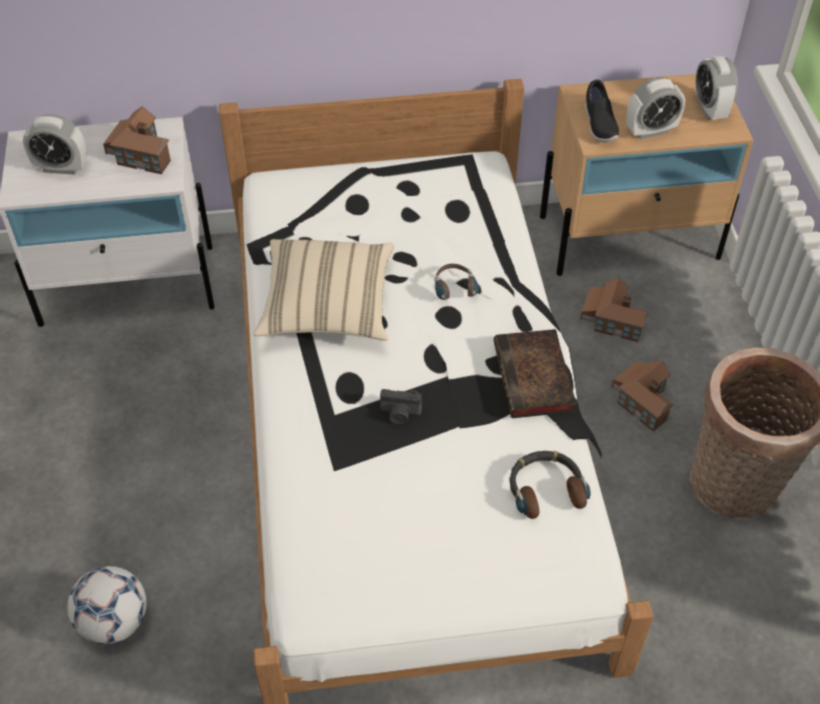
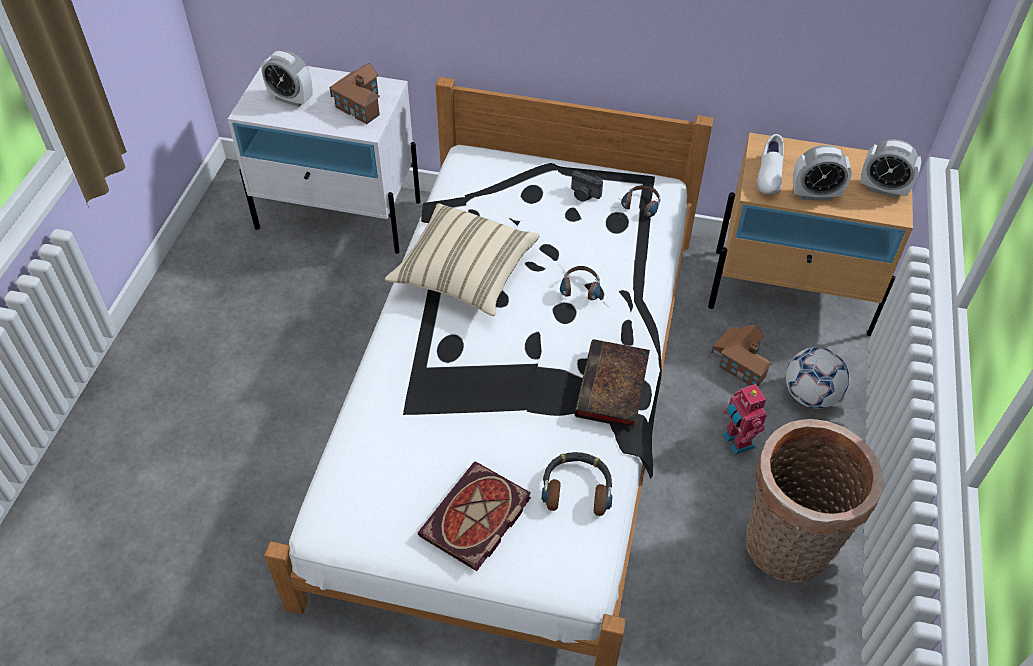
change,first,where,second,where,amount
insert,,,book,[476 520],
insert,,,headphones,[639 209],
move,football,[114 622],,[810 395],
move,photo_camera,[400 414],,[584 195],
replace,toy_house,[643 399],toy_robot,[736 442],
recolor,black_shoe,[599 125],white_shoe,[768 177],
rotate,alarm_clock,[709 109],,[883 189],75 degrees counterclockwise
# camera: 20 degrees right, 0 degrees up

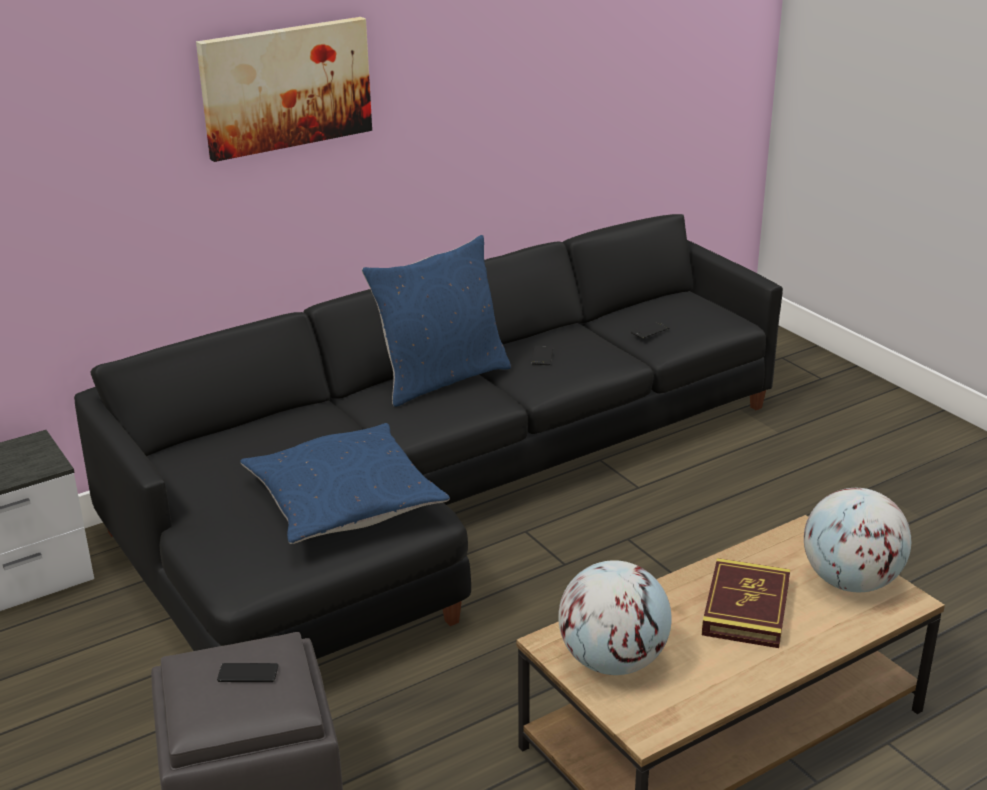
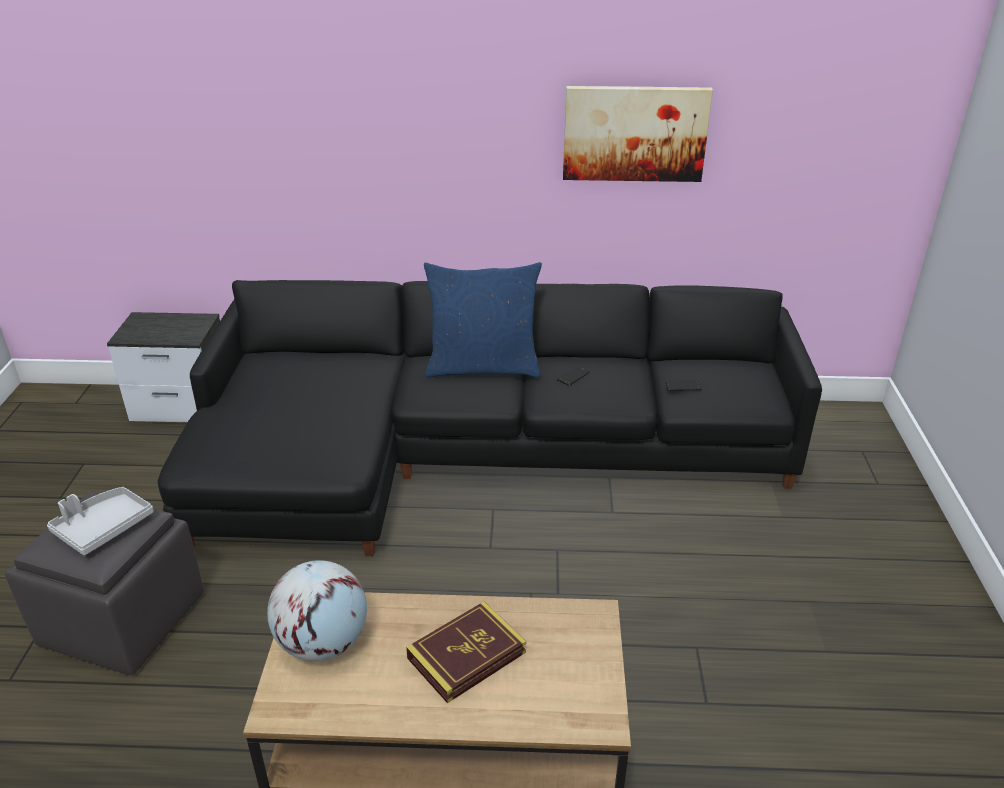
change,first,where,second,where,amount
delete,blue_pillow,[344 501],,,
delete,globe,[850 582],,,
move,picture,[286 87],,[634 133],
replace,phone,[248 673],grey_tray,[103 528],
# camera: 35 degrees right, 5 degrees up

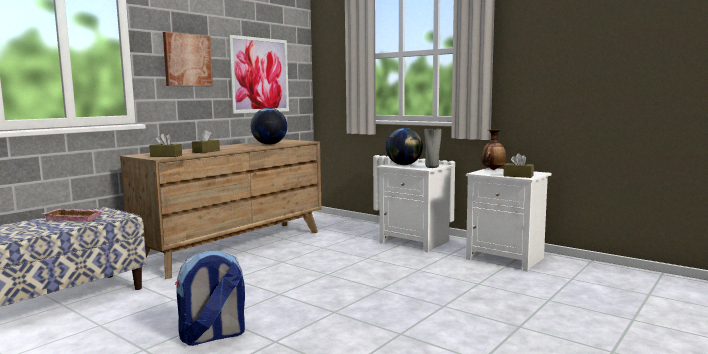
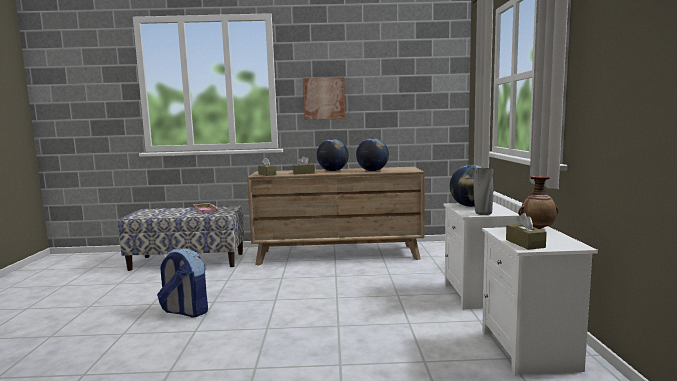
change,first,where,second,where,amount
delete,picture,[259 75],,,
insert,,,globe,[333 171],
# camera: 50 degrees right, 0 degrees up

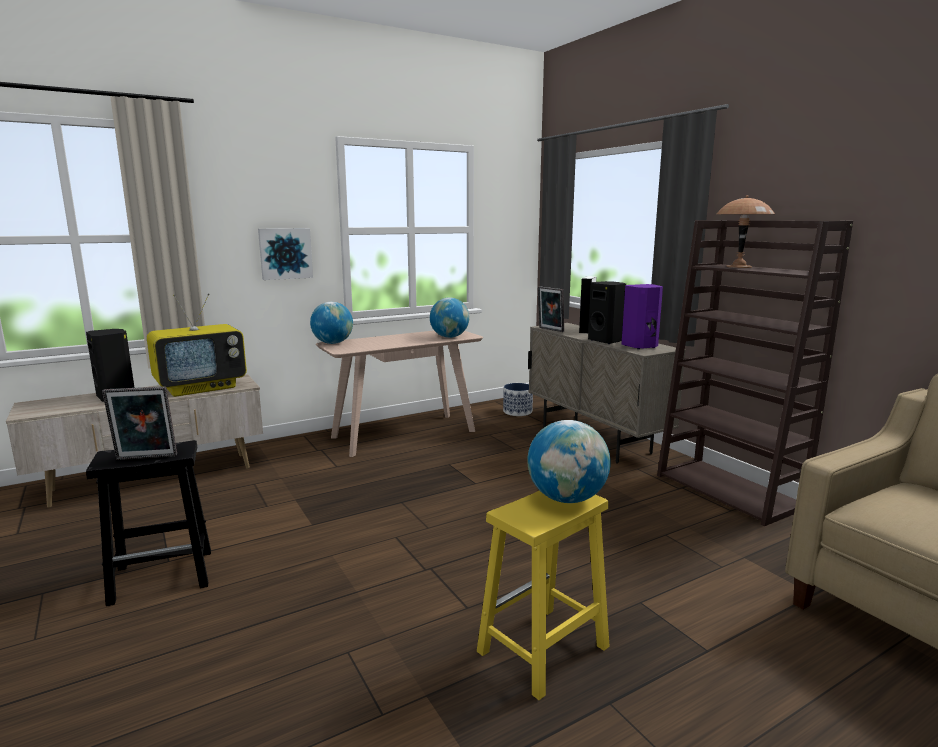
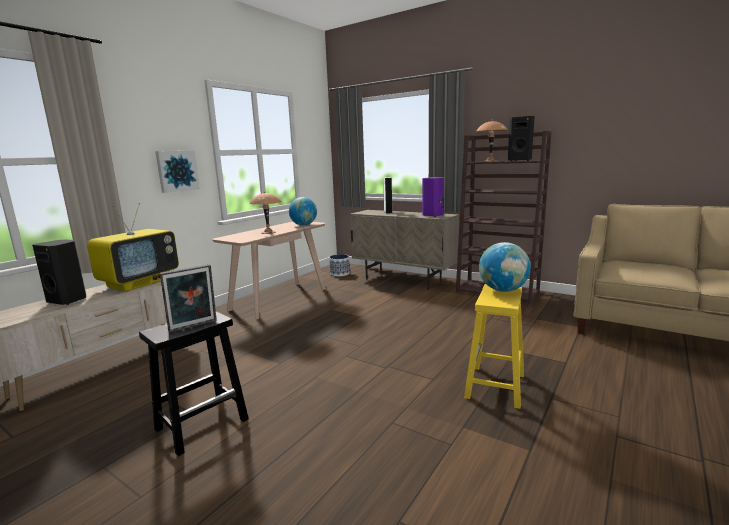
change,first,where,second,where,amount
delete,globe,[332 343],,,
delete,picture_frame,[550 330],,,
insert,,,brown_table_lamp,[268 232],
move,black_speaker,[606 341],,[520 160],
# camera: 25 degrees left, 0 degrees up

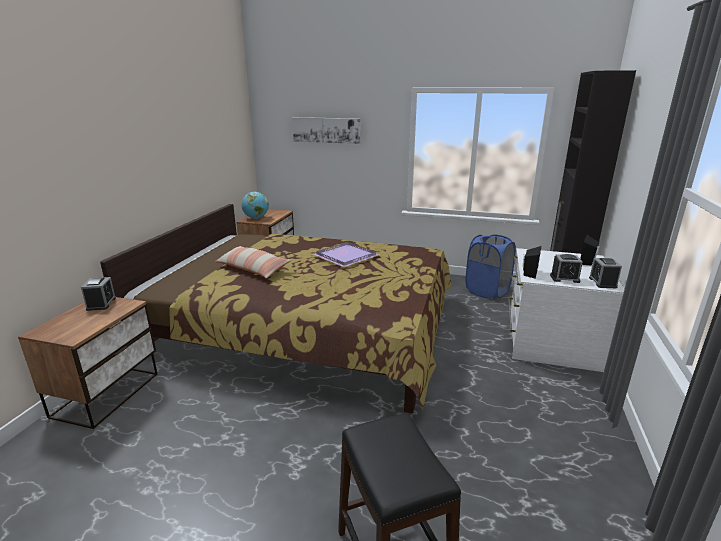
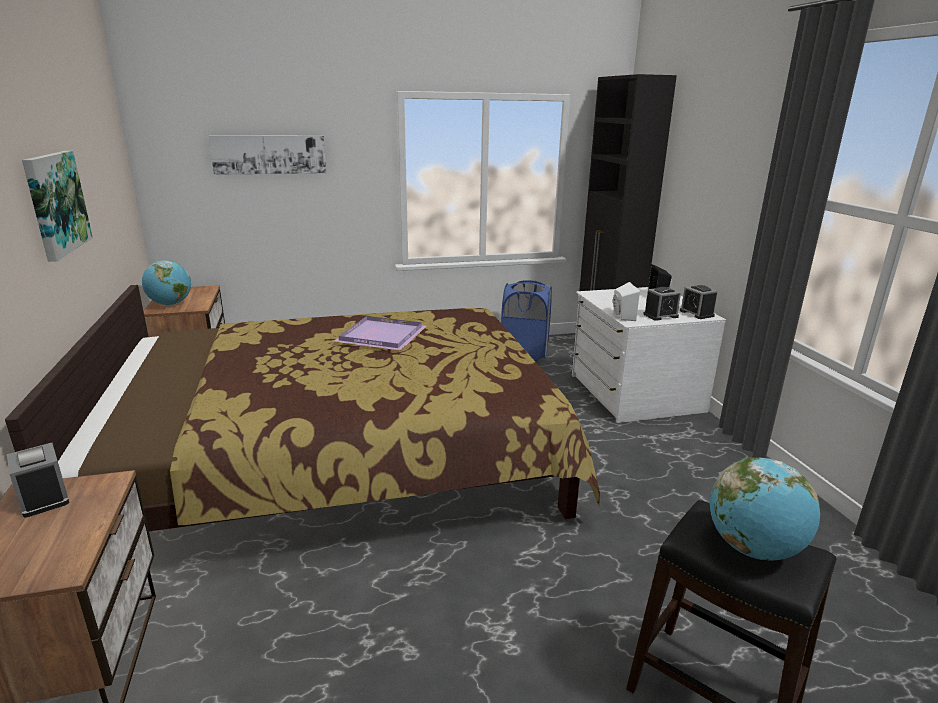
change,first,where,second,where,amount
delete,pillow,[253 269],,,
insert,,,picture,[55 203],
insert,,,globe,[753 549],
recolor,black_speaker,[528 273],white_speaker,[622 316],
# camera: 30 degrees left, 0 degrees up

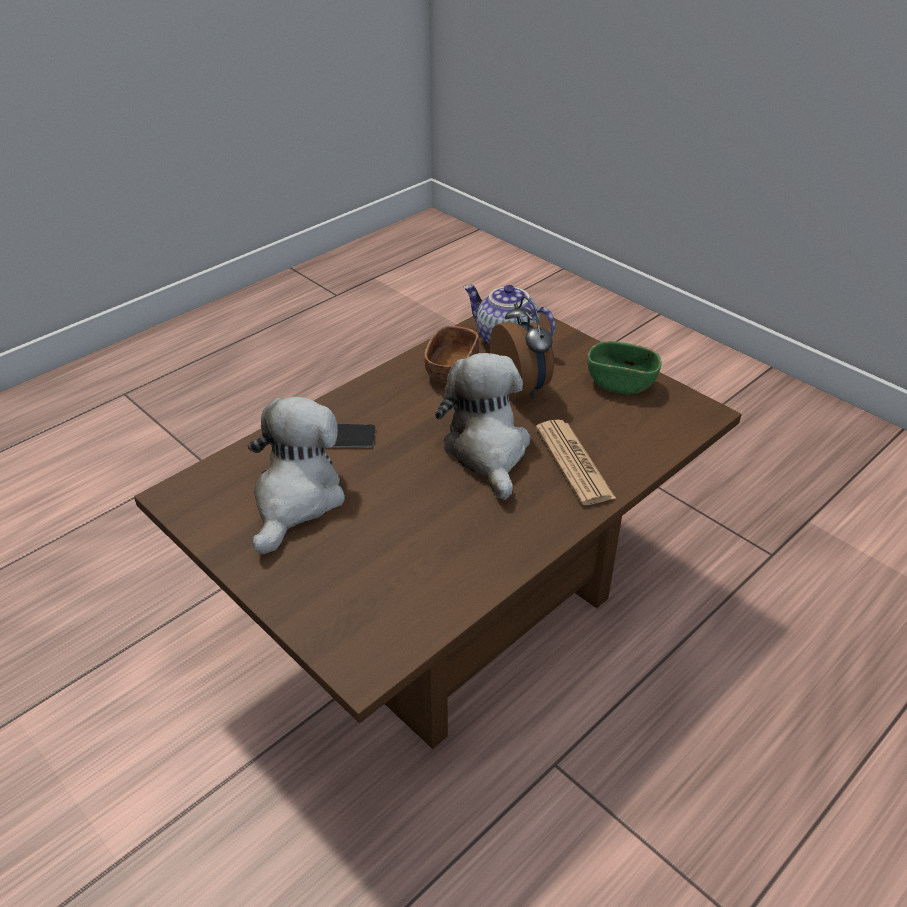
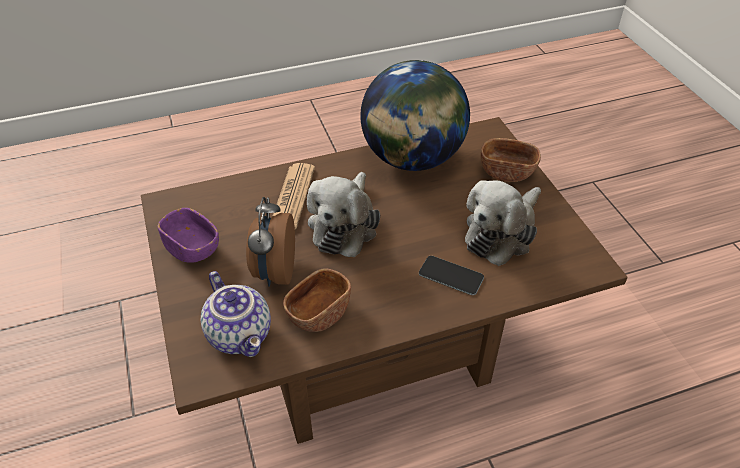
change,first,where,second,where,amount
insert,,,globe,[412 158],
insert,,,brown_bowl,[507 172],
recolor,green_bowl,[620 383],purple_bowl,[193 248],
# camera: 155 degrees left, 5 degrees up

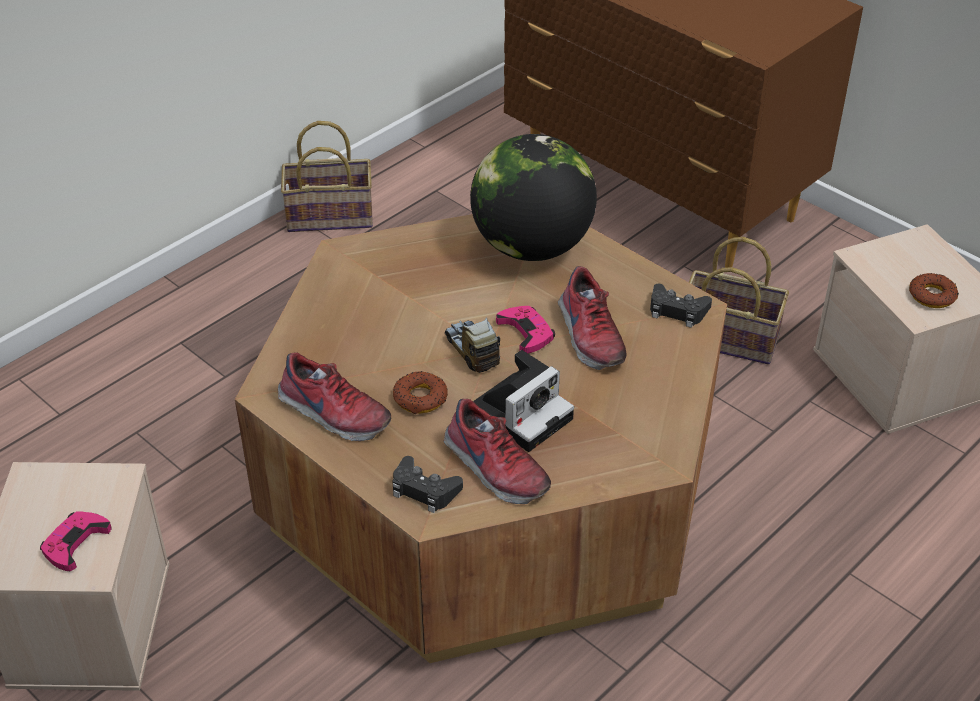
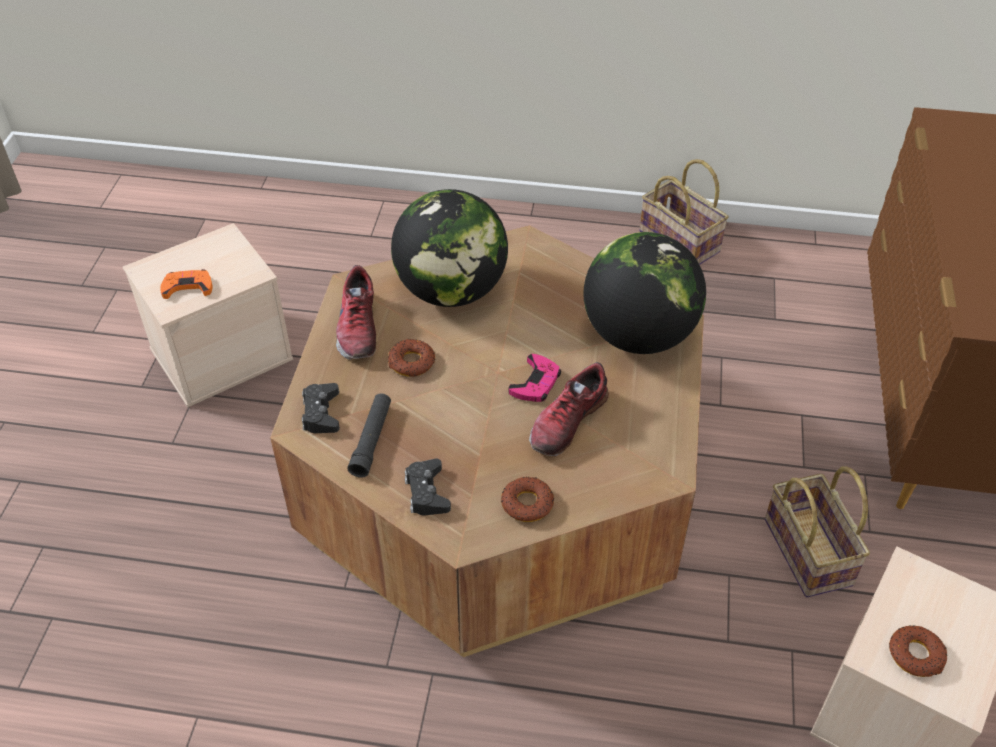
change,first,where,second,where,amount
delete,toy_truck,[472 352],,,
delete,photo_camera,[523 412],,,
insert,,,globe,[451 291],
insert,,,donut,[527 503],
move,black_game_controller,[677 311],,[427 492],
replace,shoe,[493 469],black_flashlight,[371 440],
recolor,pink_game_controller,[75 543],orange_game_controller,[188 287],
# camera: 55 degrees right, 5 degrees up

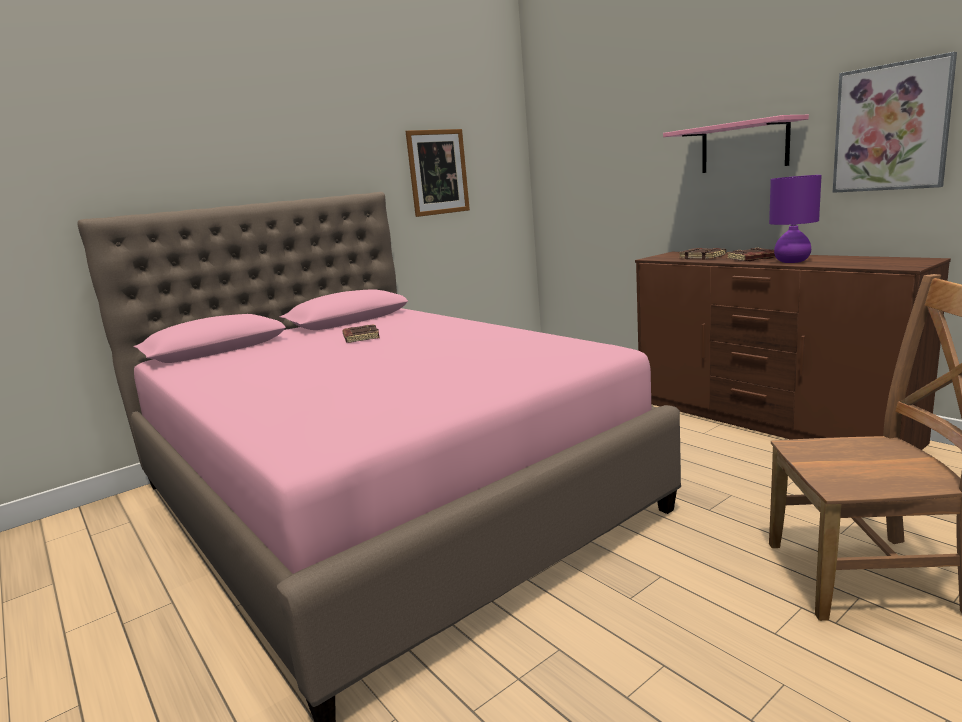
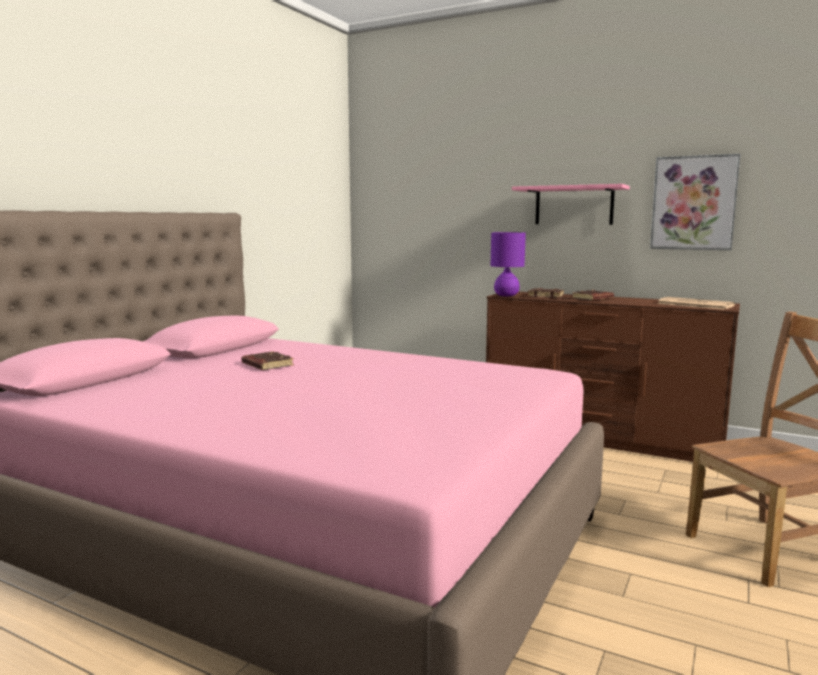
change,first,where,second,where,amount
delete,picture,[438 172],,,
insert,,,newspaper,[694 304],
move,purple_table_lamp,[792 261],,[506 295],
# camera: 25 degrees left, 5 degrees down

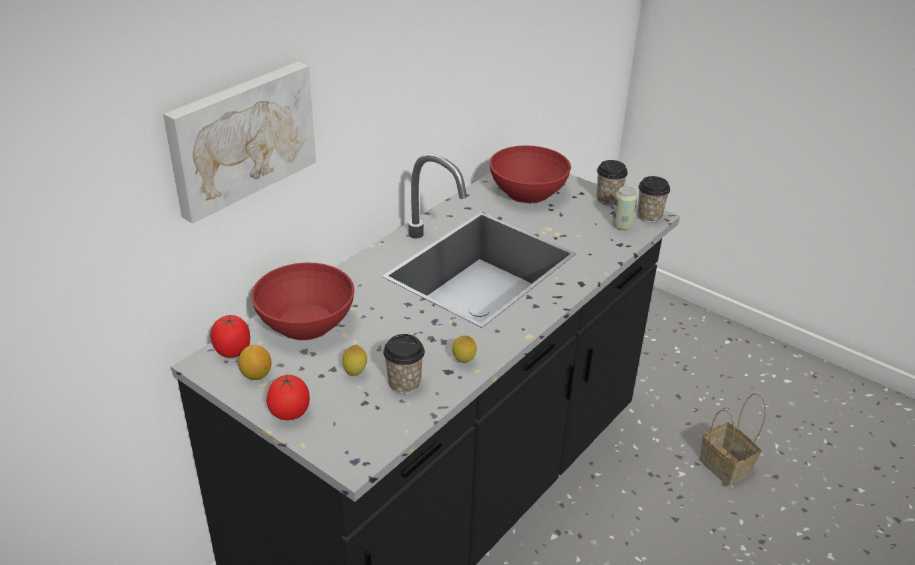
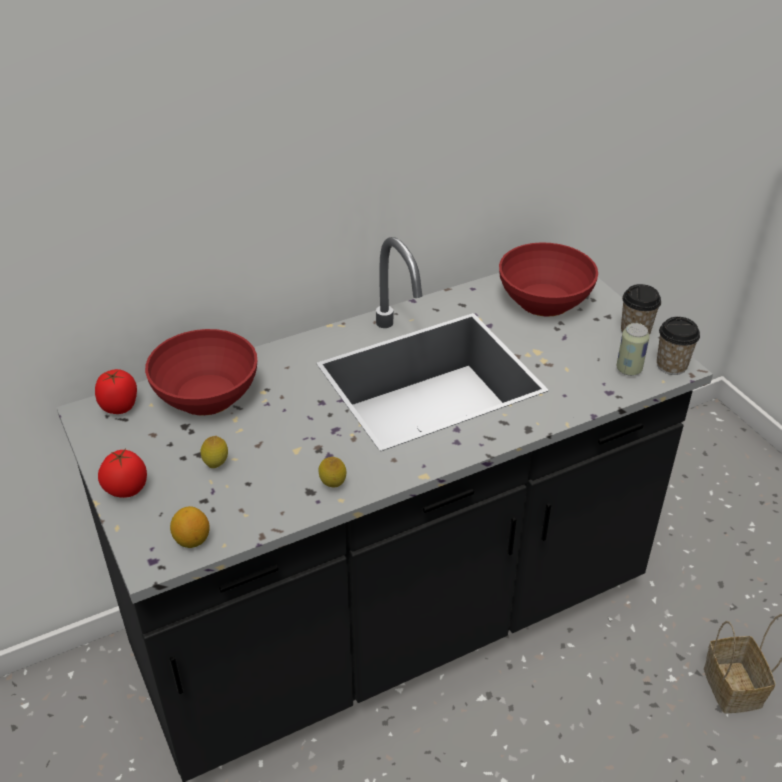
change,first,where,second,where,amount
delete,picture,[241 137],,,
delete,cup,[404 384],,,
move,lemon,[256 375],,[192 540],
# camera: 25 degrees right, 5 degrees up

